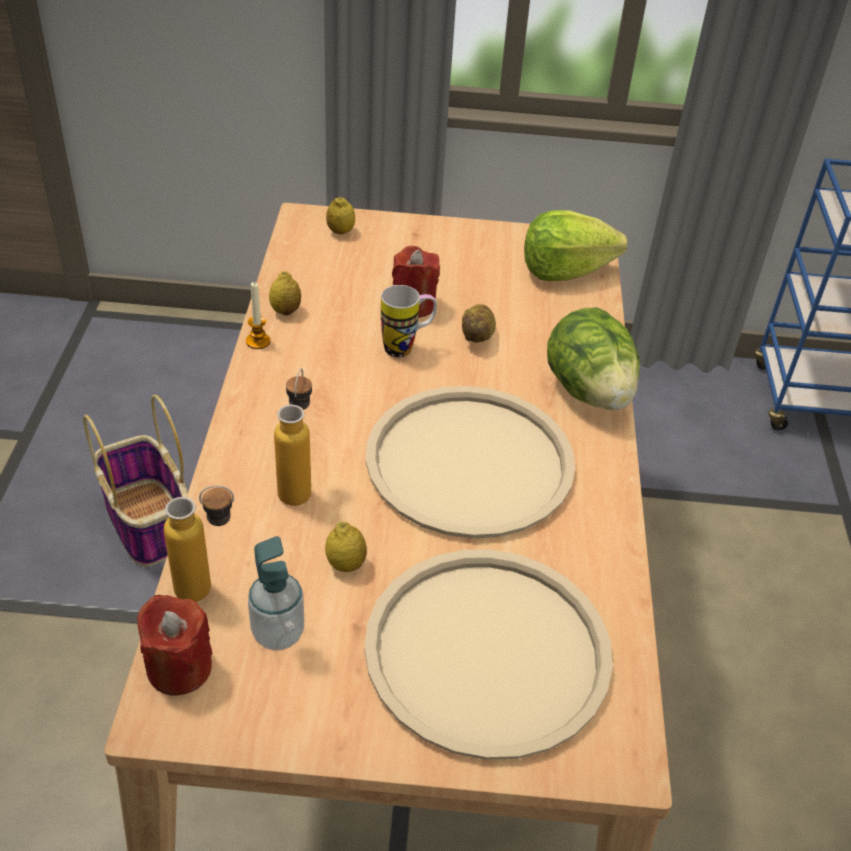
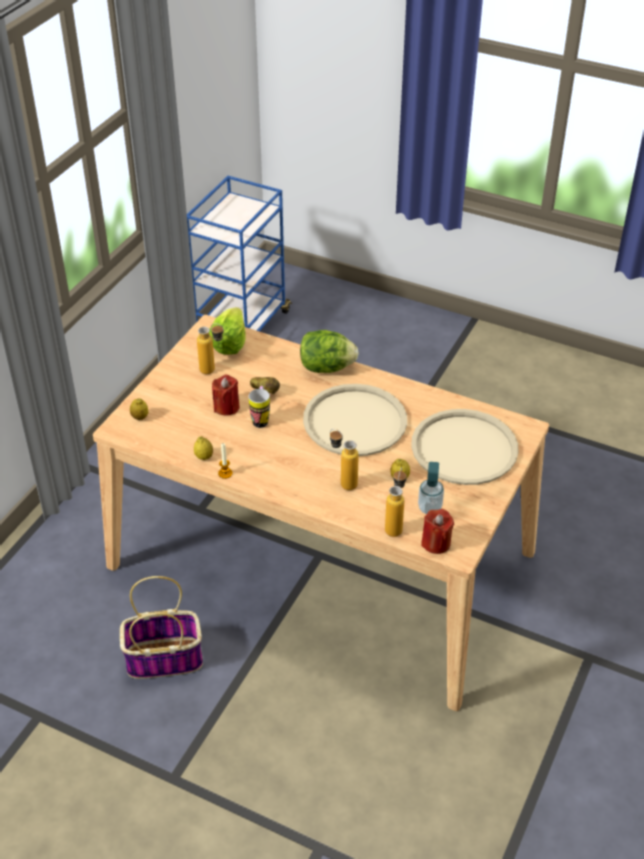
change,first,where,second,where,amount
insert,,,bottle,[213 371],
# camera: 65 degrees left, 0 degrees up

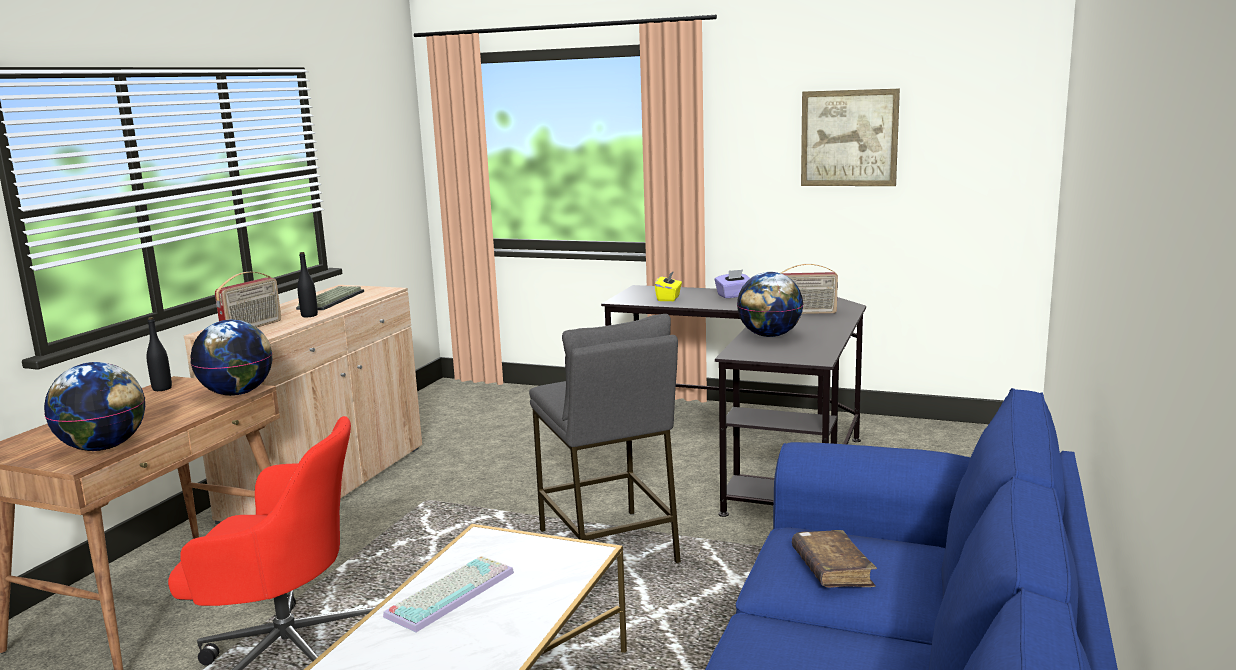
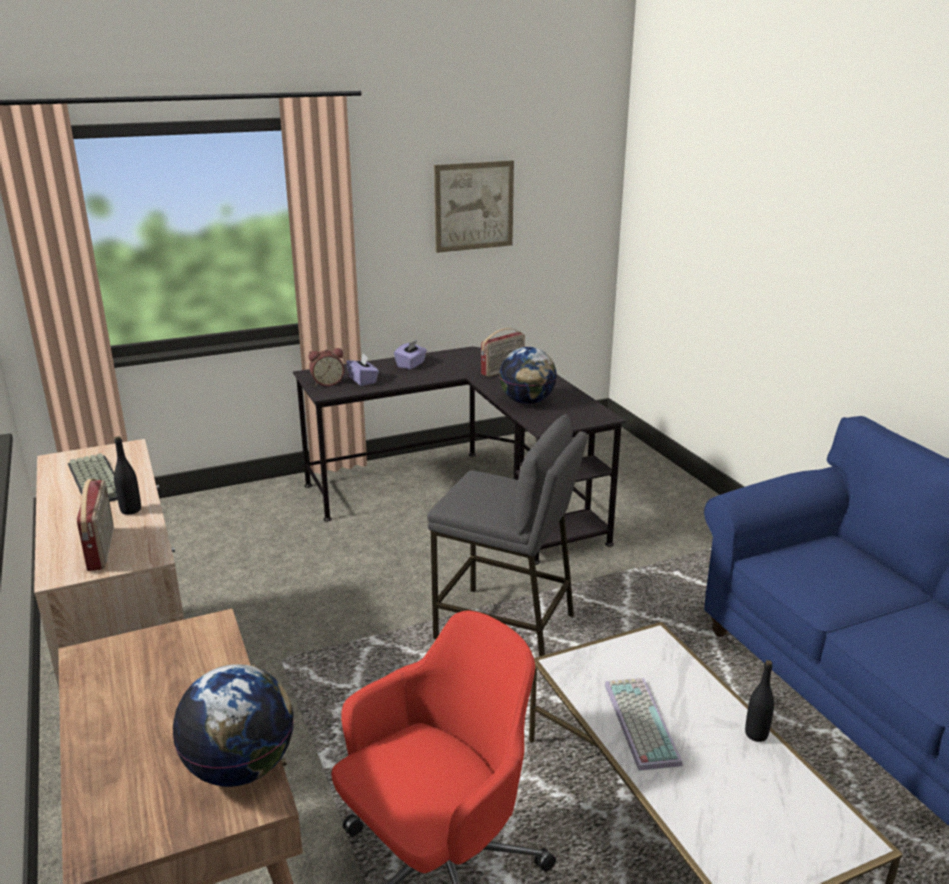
change,first,where,second,where,amount
delete,globe,[237 393],,,
delete,brown_book,[832 570],,,
insert,,,alarm_clock,[327 383],
move,black_bottle,[162 388],,[756 734],
recolor,yellow_tissue_box,[669 298],purple_tissue_box,[363 380],
# camera: 45 degrees left, 10 degrees up

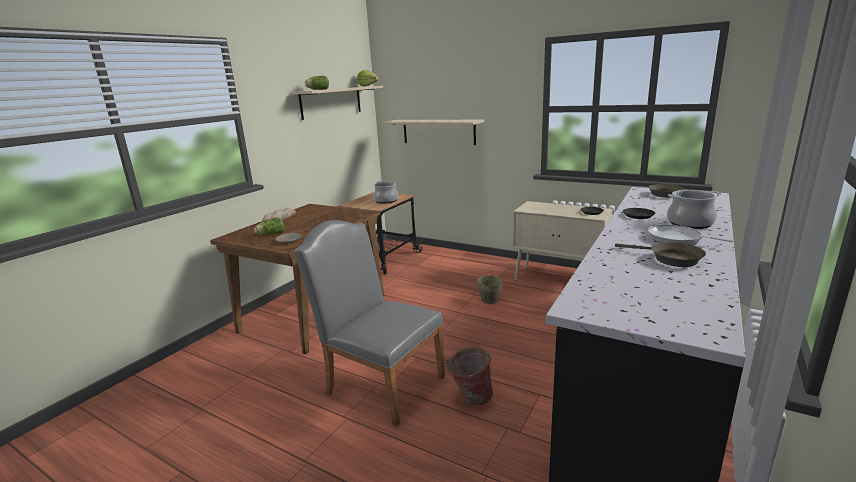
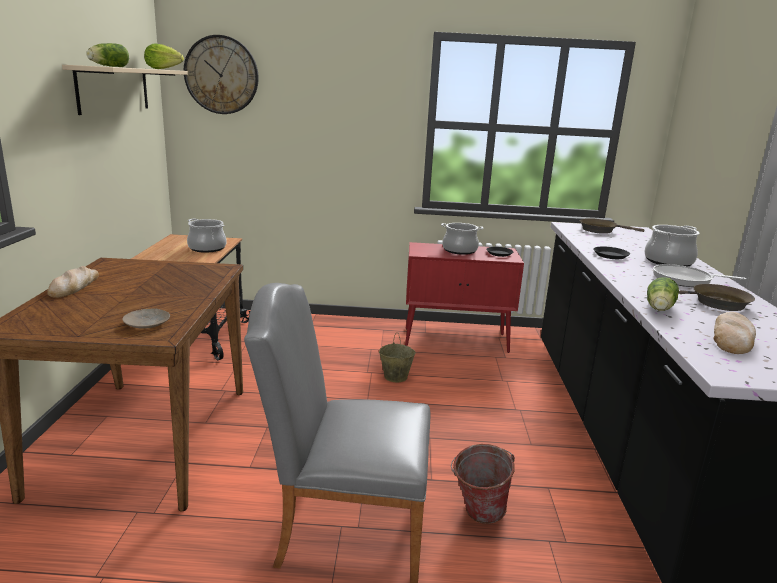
change,first,where,second,where,amount
delete,beige_shelf,[438 131],,,
insert,,,wall_clock,[221 75],
insert,,,cooking_pot,[459 250],
insert,,,bread,[732 338],
move,lettuce,[270 234],,[659 309],
recolor,beige_cabinet,[560 280],red_cabinet,[456 340],
# camera: 30 degrees left, 0 degrees up

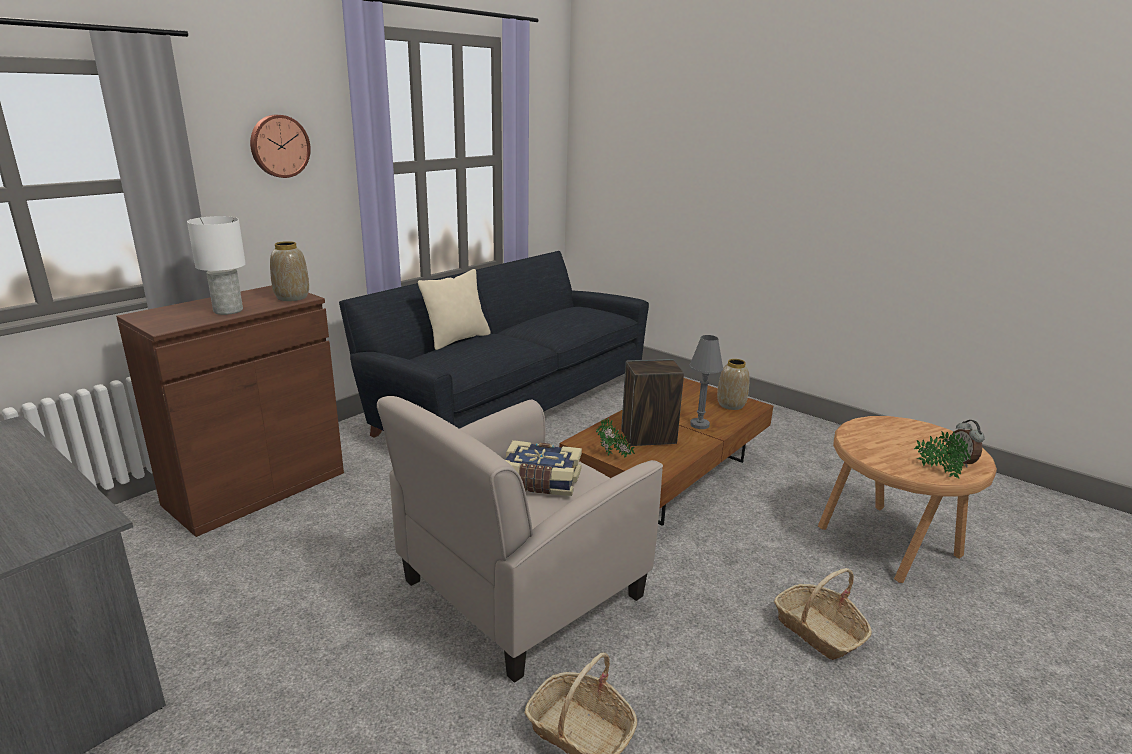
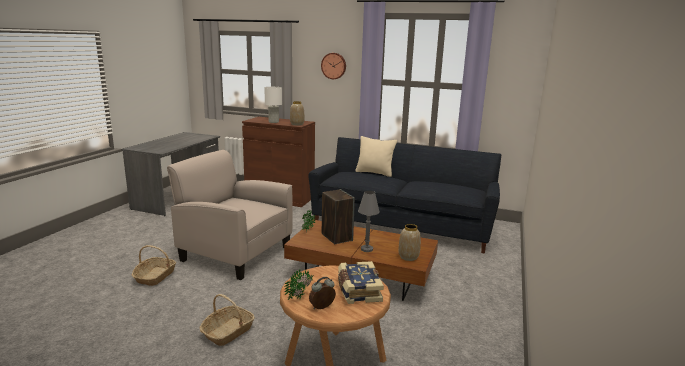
change,first,where,second,where,amount
move,book,[540 481],,[358 290],
# camera: 70 degrees right, 5 degrees down

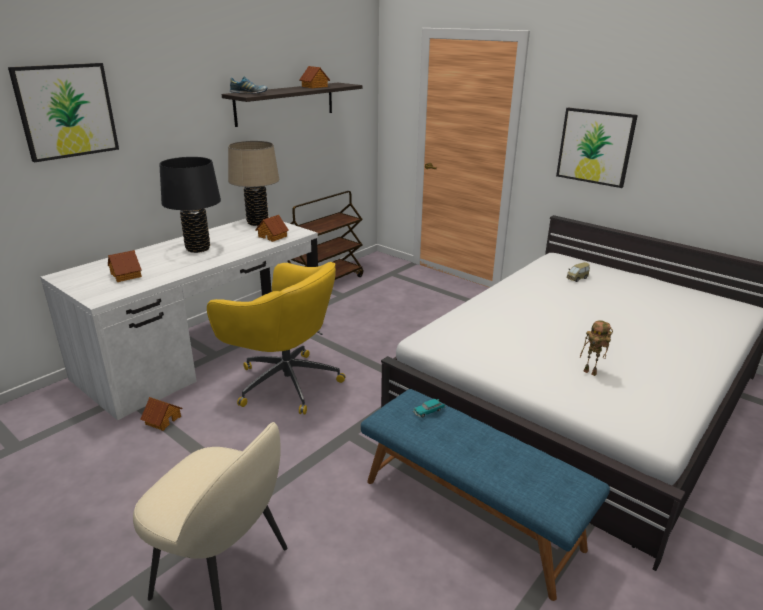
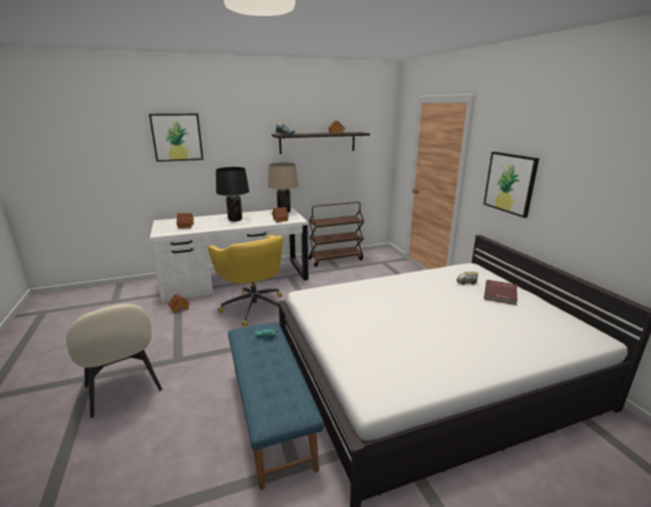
change,first,where,second,where,amount
delete,toy_robot,[591 372],,,
insert,,,red_book,[501 293],
# camera: 30 degrees right, 5 degrees down

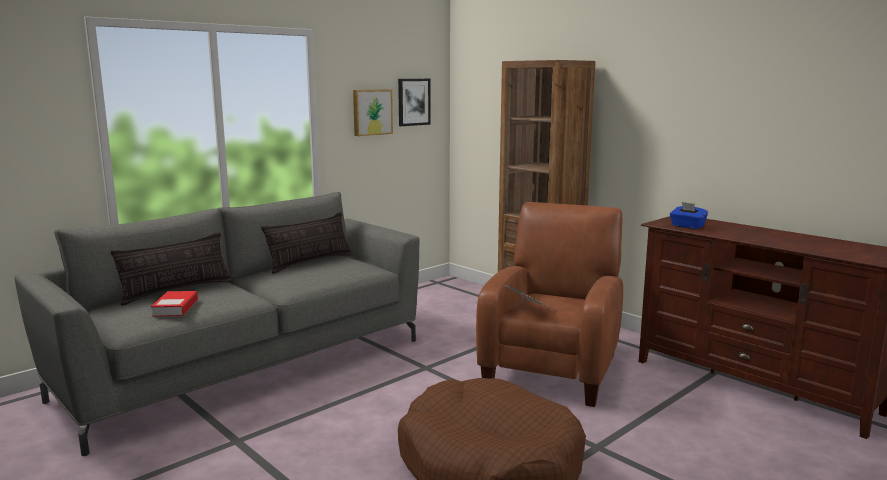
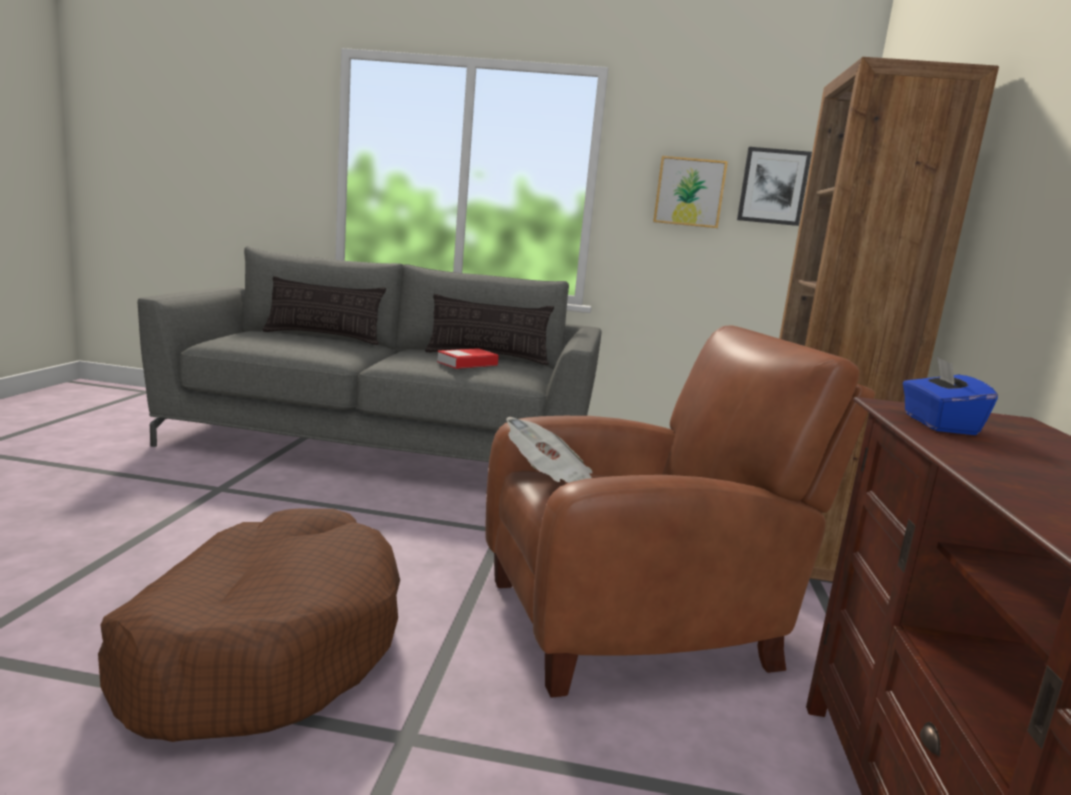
change,first,where,second,where,amount
move,book,[175 308],,[467 364],
# camera: 50 degrees right, 0 degrees up

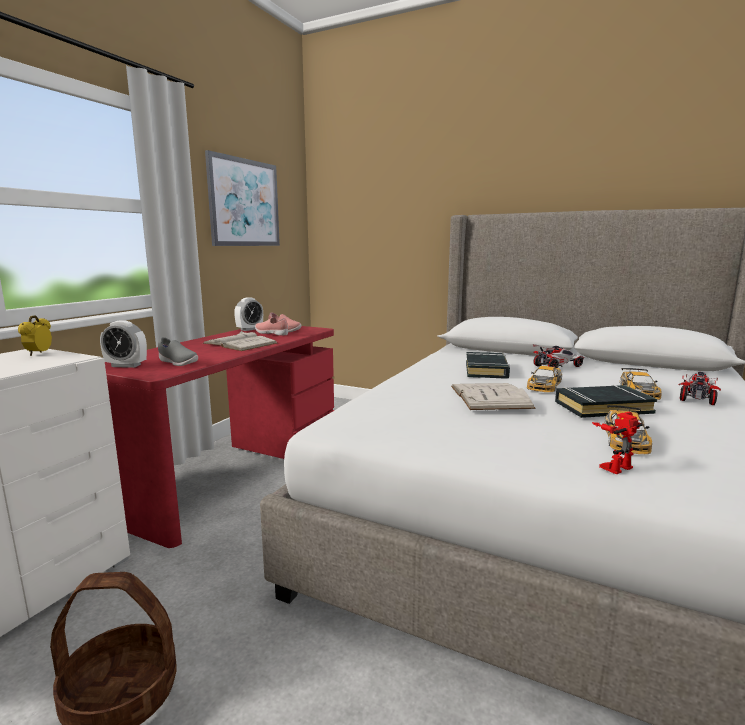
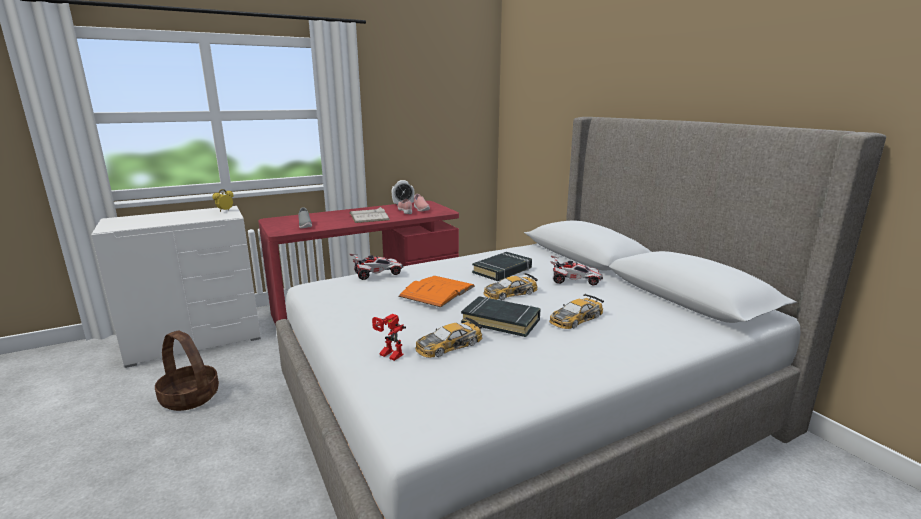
change,first,where,second,where,amount
delete,alarm_clock,[126 365],,,
delete,picture,[244 203],,,
move,toy_car,[696 397],,[377 274],
recolor,white_book,[490 397],orange_book,[437 291],
rotate,toy_robot,[613 465],,[388 355],150 degrees counterclockwise
# camera: 35 degrees right, 5 degrees up

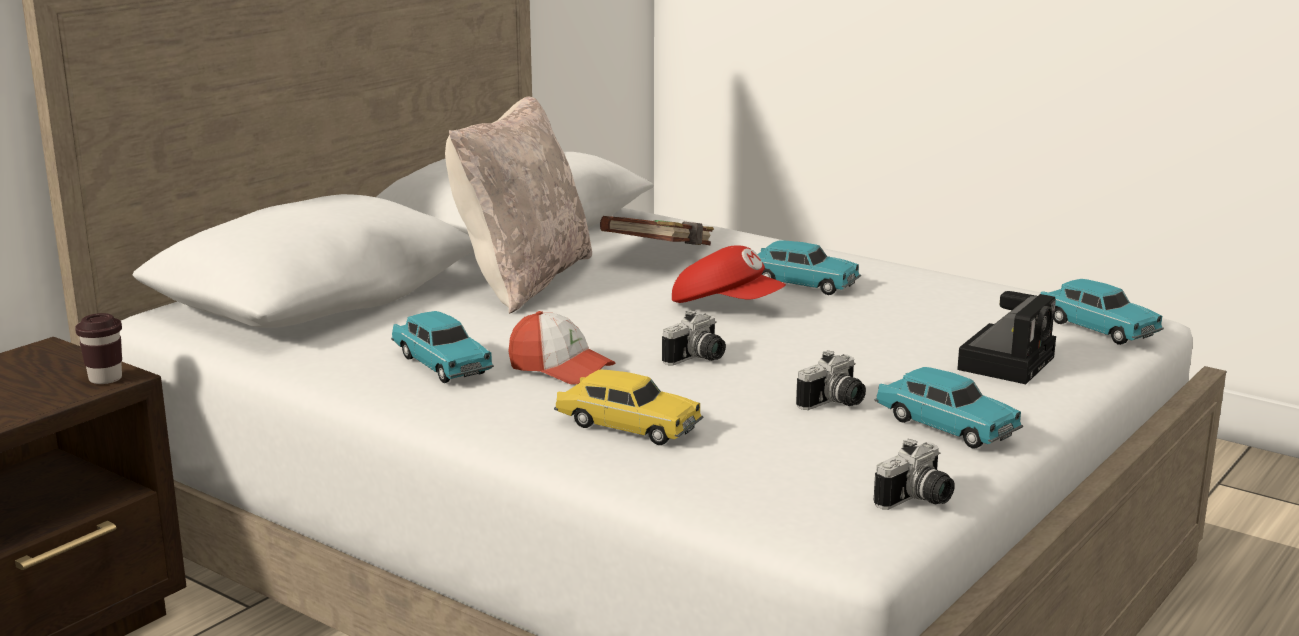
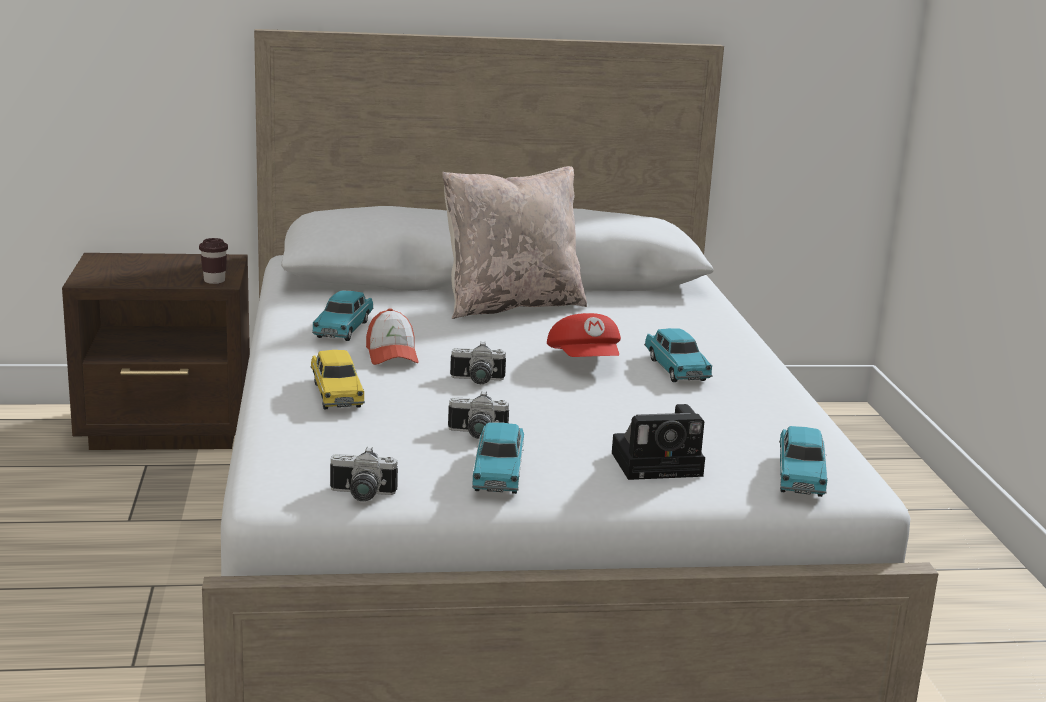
change,first,where,second,where,amount
delete,brown_book,[660 255],,,
# camera: 45 degrees right, 0 degrees up

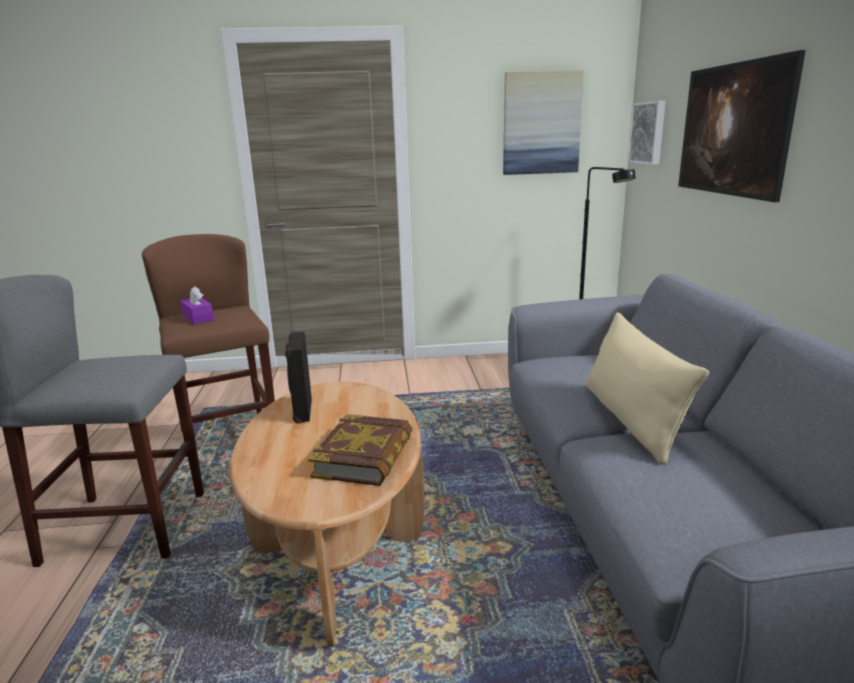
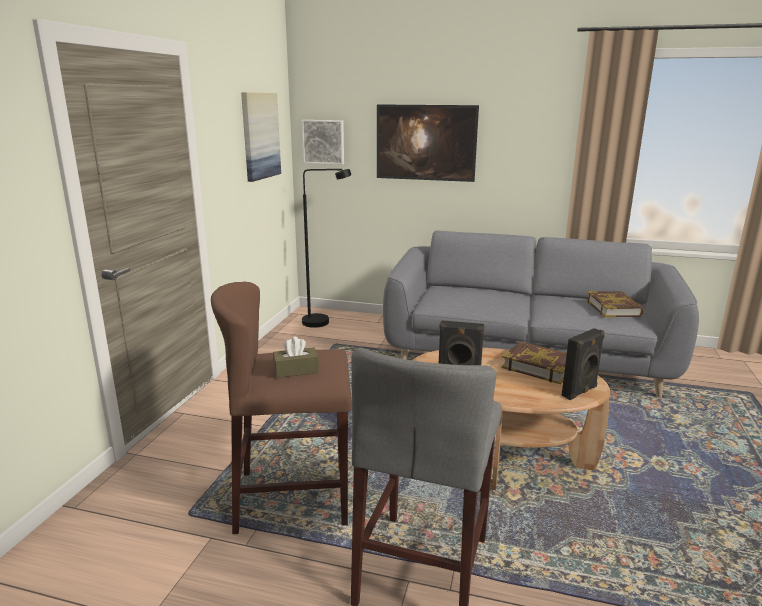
change,first,where,second,where,amount
delete,beige_pillow,[630 419],,,
insert,,,black_speaker,[580 392],
insert,,,book,[613 308],
recolor,purple_tissue_box,[198 318],brown_tissue_box,[296 370],
# camera: 70 degrees left, 0 degrees up

